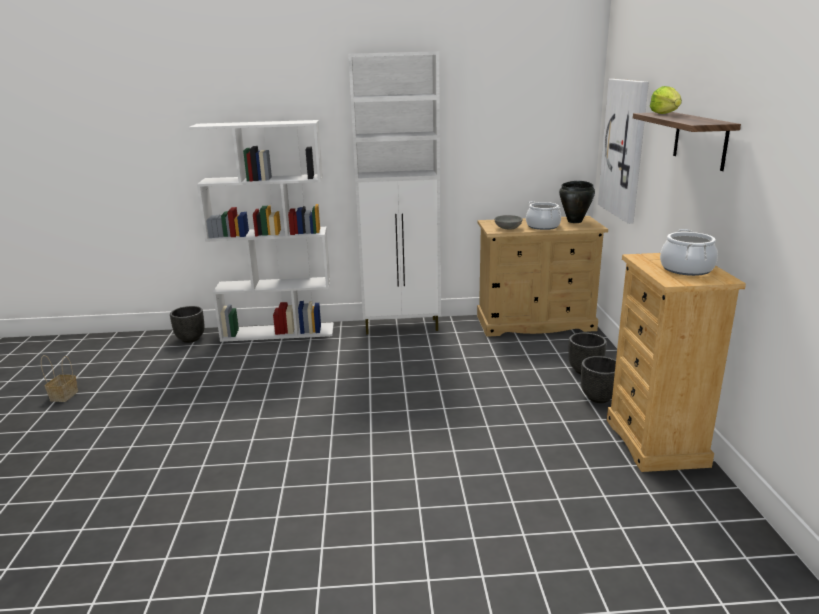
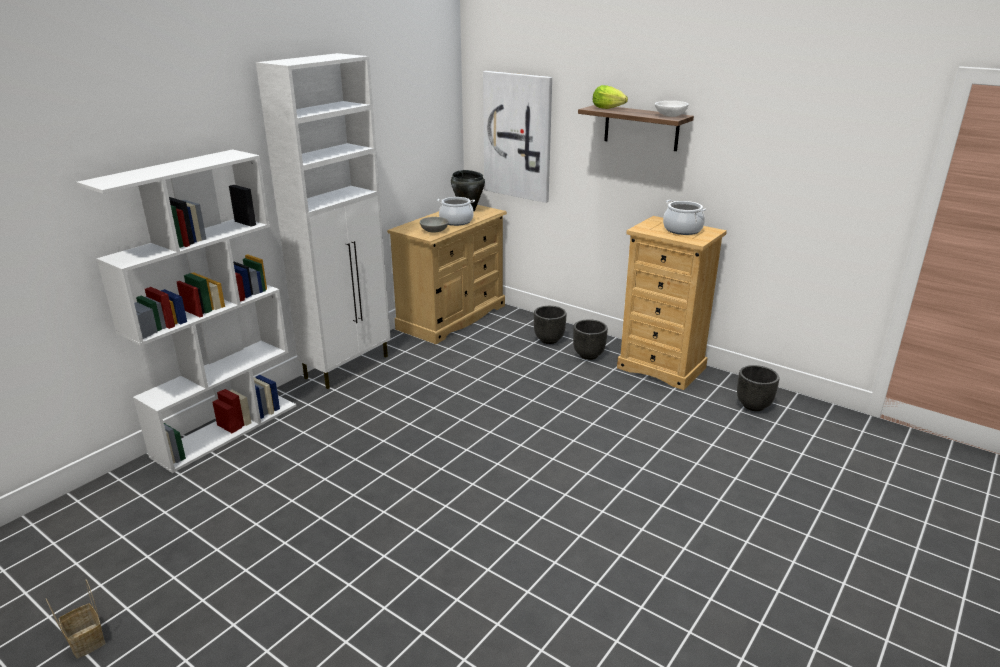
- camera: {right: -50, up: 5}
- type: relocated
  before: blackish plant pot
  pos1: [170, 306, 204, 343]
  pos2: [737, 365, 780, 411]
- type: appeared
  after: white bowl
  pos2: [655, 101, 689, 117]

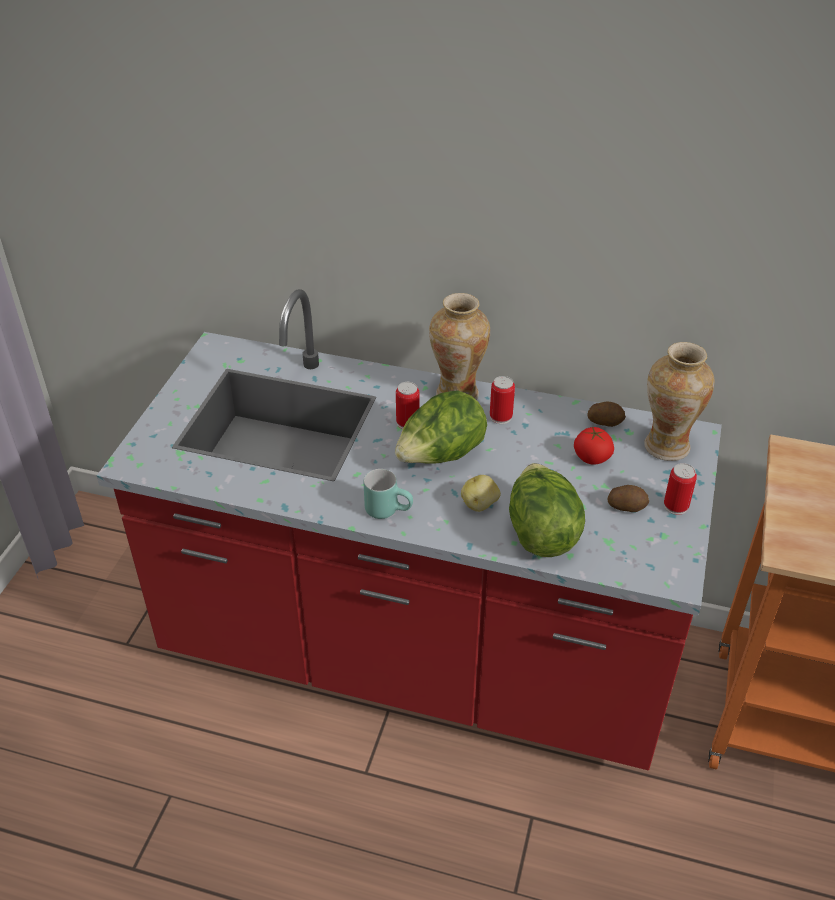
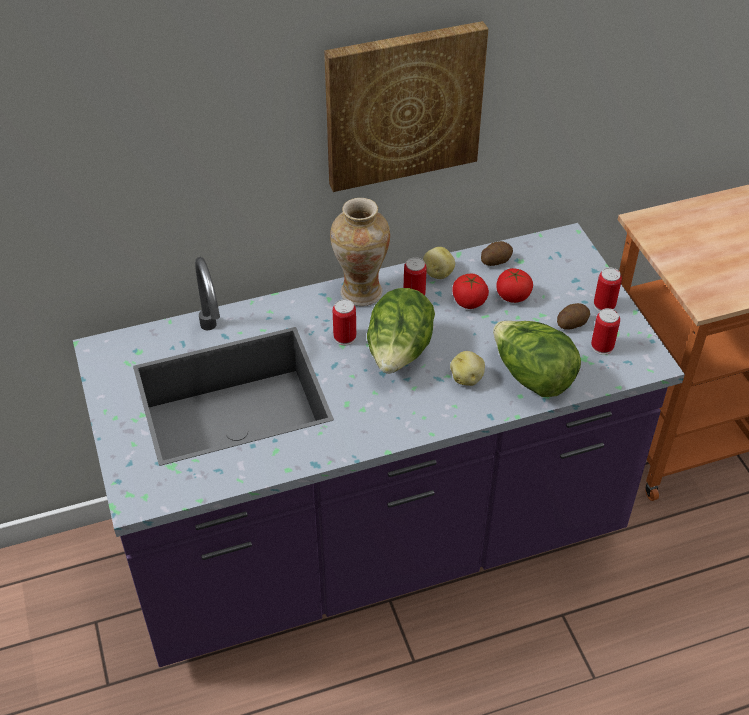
- camera: {right: -35, up: 5}
- type: colour
  before: red-coloured kitchen base unit
  after: purple-coloured kitchen base unit
  pos1: [97, 289, 722, 770]
  pos2: [73, 223, 685, 667]
- type: missing
  before: turquoise tea mug
  pos1: [364, 469, 413, 519]
- type: missing
  before: vase
  pos1: [644, 342, 715, 461]
- type: appeared
  after: picture
  pos2: [324, 21, 488, 192]
- type: appeared
  after: whole potato
  pos2: [423, 247, 455, 279]
- type: appeared
  after: tomato
  pos2: [452, 274, 489, 309]
- type: appeared
  after: metal can
  pos2: [591, 308, 620, 355]

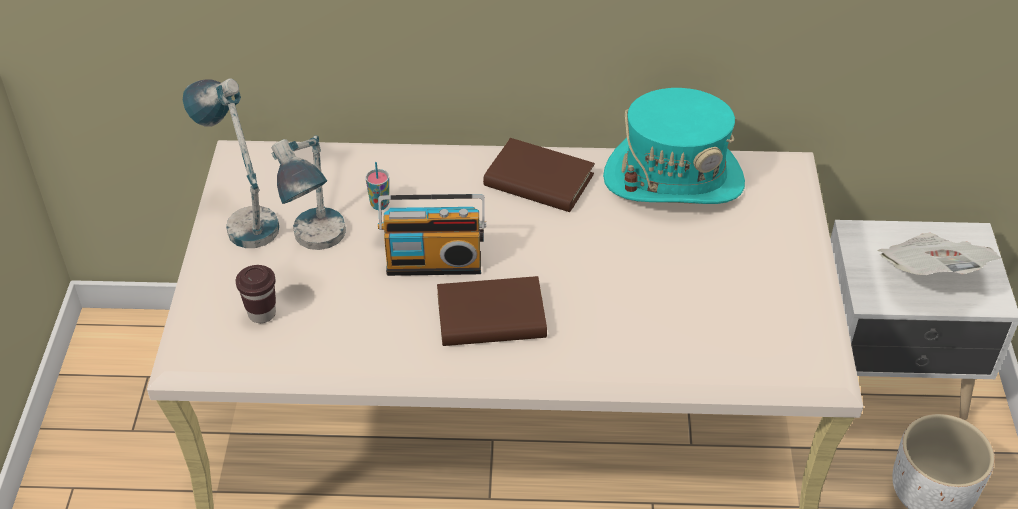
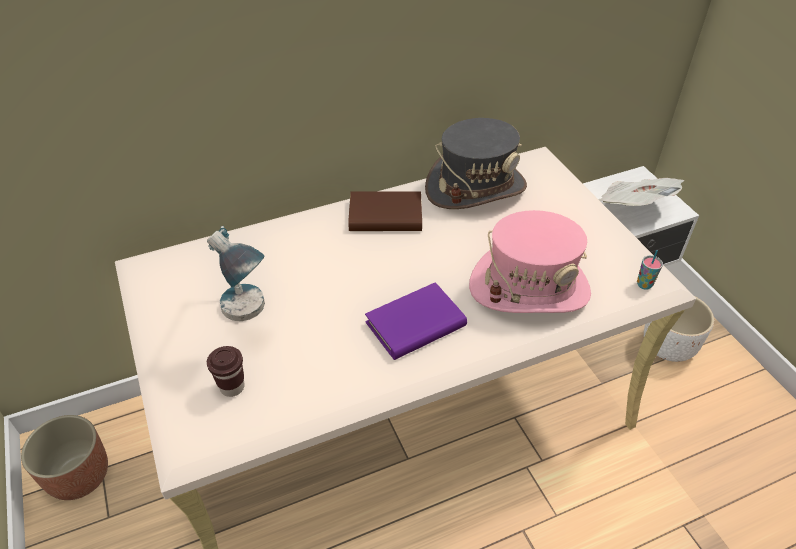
- camera: {right: -25, up: 0}
- type: missing
  before: lamp for a table
  pos1: [183, 79, 279, 248]
- type: relocated
  before: drinking cup
  pos1: [366, 162, 389, 210]
  pos2: [637, 250, 663, 290]
- type: missing
  before: radio
  pos1: [378, 194, 486, 276]
- type: colour
  before: brown bound book
  after: purple-coloured bound book
  pos1: [437, 276, 547, 346]
  pos2: [365, 282, 467, 360]
- type: colour
  before: turquoise wearable hat
  after: grey wearable hat
  pos1: [603, 88, 745, 204]
  pos2: [425, 118, 527, 209]
- type: appeared
  after: plant pot
  pos2: [21, 415, 108, 500]
- type: appeared
  after: pinkish wearable hat
  pos2: [469, 210, 591, 313]

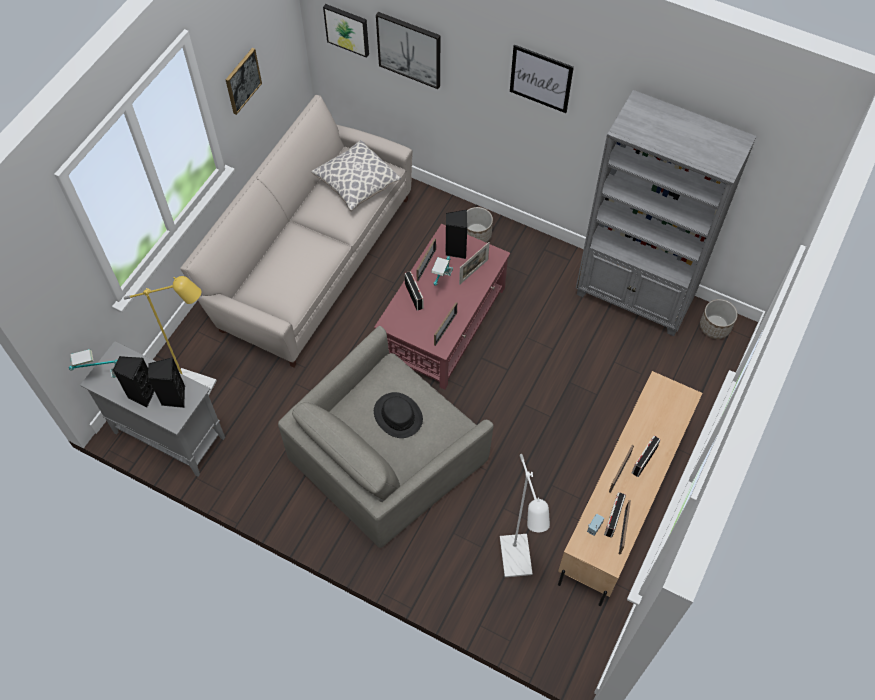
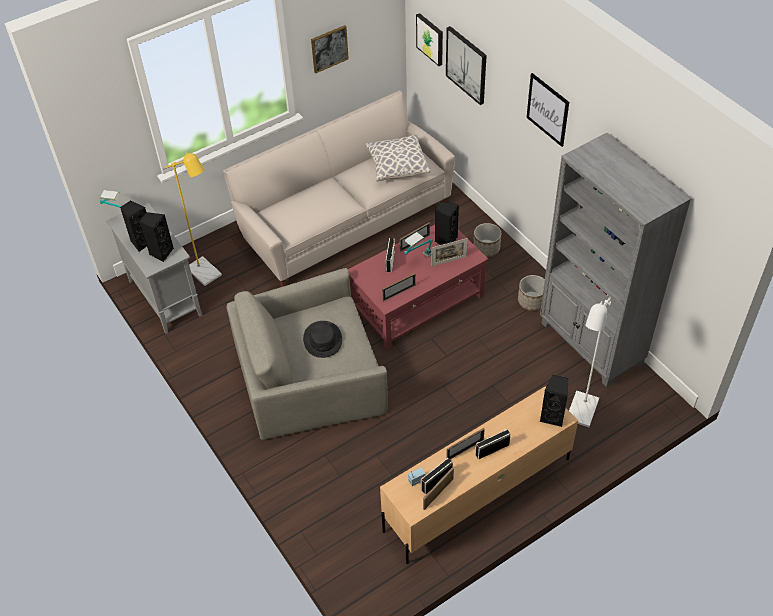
- camera: {right: 30, up: -10}
- type: relocated
  before: white standing lamp
  pos1: [500, 454, 550, 577]
  pos2: [569, 297, 612, 427]
- type: relocated
  before: plant pot
  pos1: [700, 299, 738, 339]
  pos2: [518, 275, 545, 311]
- type: appeared
  after: blackish speaker
  pos2: [540, 375, 568, 427]

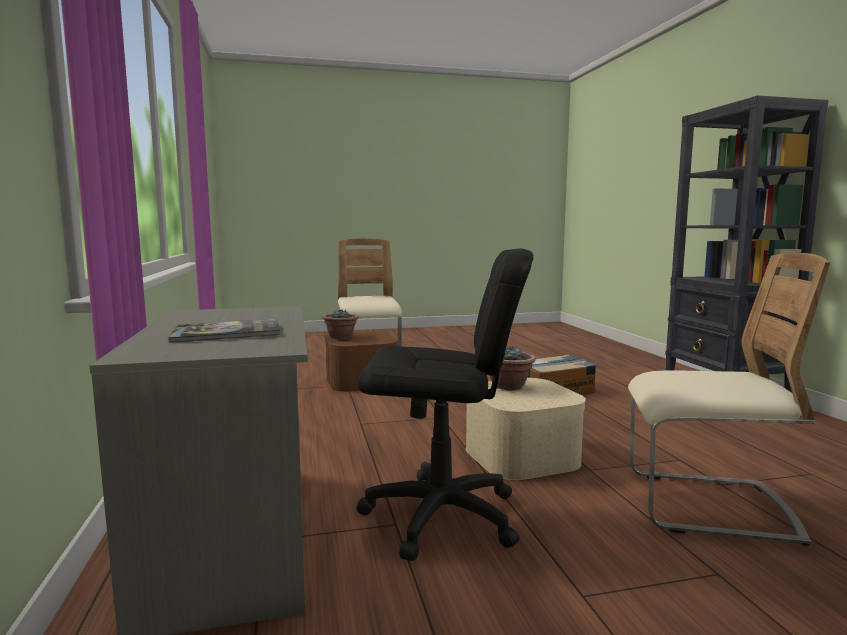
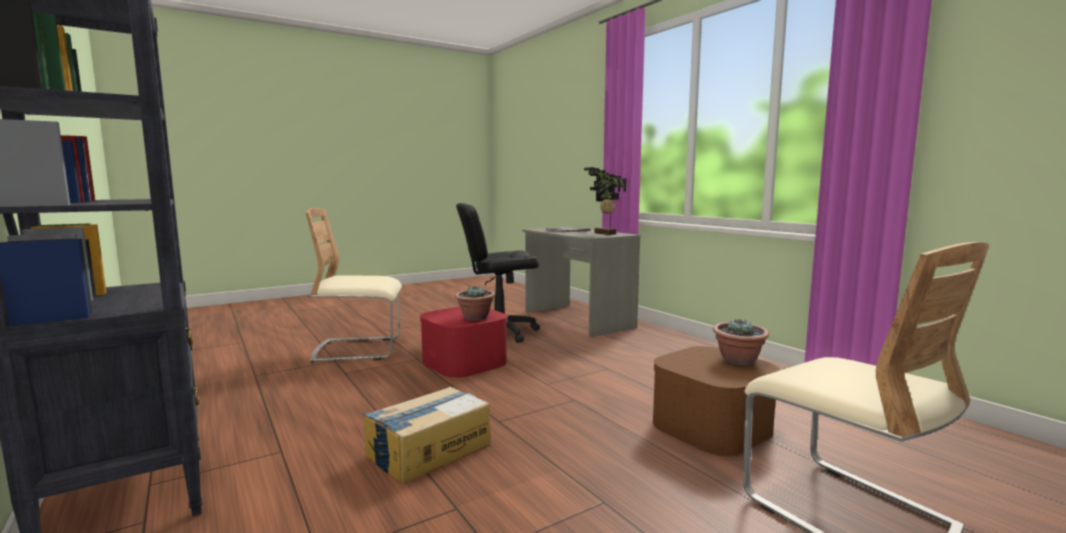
- camera: {right: 160, up: 0}
- type: colour
  before: beige storage container
  after: red-coloured storage container
  pos1: [466, 378, 586, 480]
  pos2: [420, 306, 507, 378]
- type: appeared
  after: potted plant
  pos2: [584, 167, 626, 235]

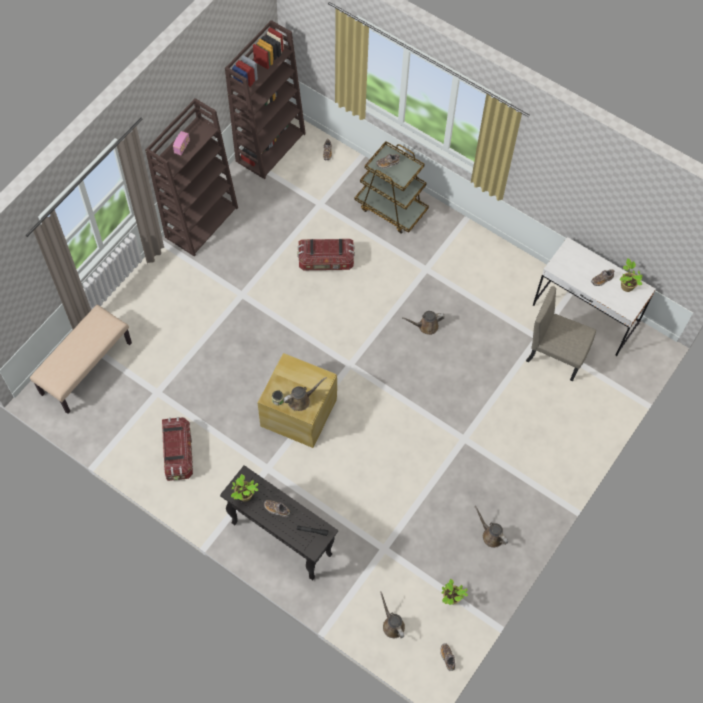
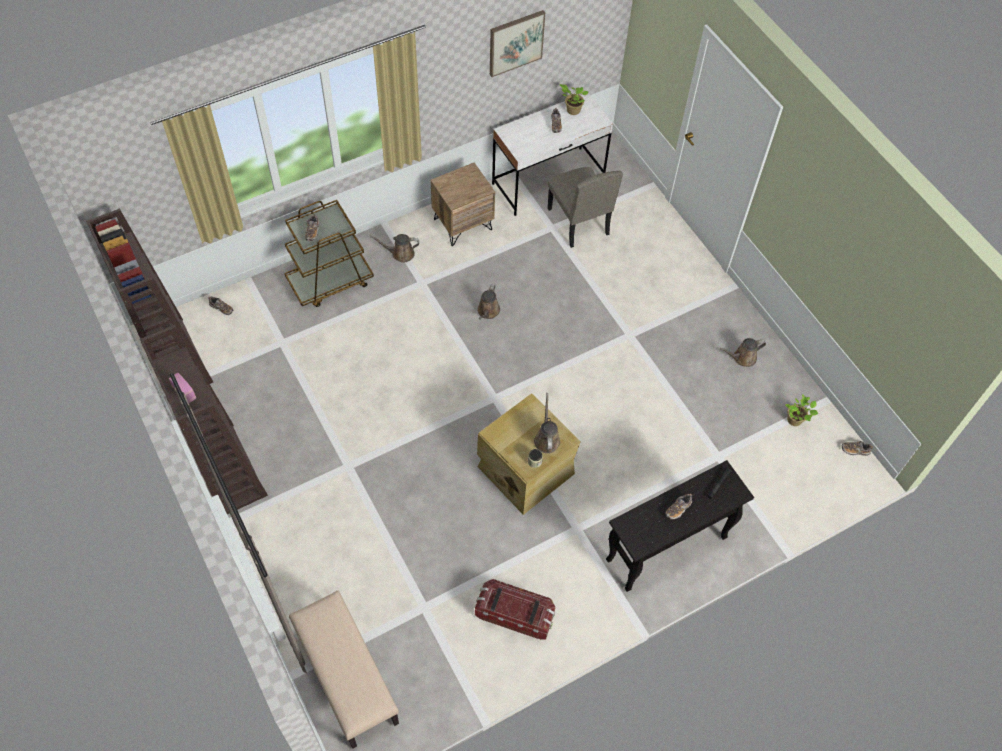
- camera: {right: -65, up: -5}
- type: missing
  before: potted plant
  pos1: [231, 474, 258, 502]
- type: missing
  before: storage container
  pos1: [297, 239, 355, 270]
- type: relocated
  before: brown sprinkling can
  pos1: [380, 592, 405, 638]
  pos2: [370, 234, 419, 262]
- type: spun
  before: beige plain chair
  pos1: [526, 286, 596, 381]
  pos2: [548, 167, 623, 248]
  turn: -75
- type: appeared
  after: brown nightstand
  pos2: [431, 163, 495, 246]
- type: appeared
  after: picture
  pos2: [490, 10, 545, 77]

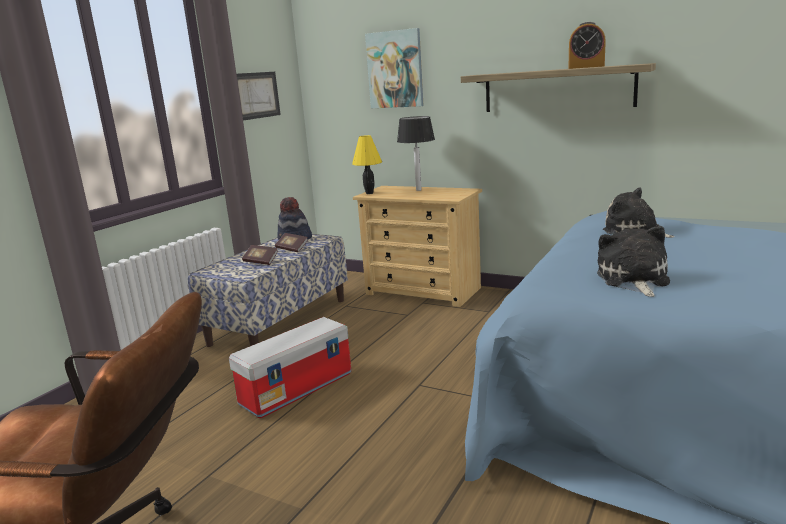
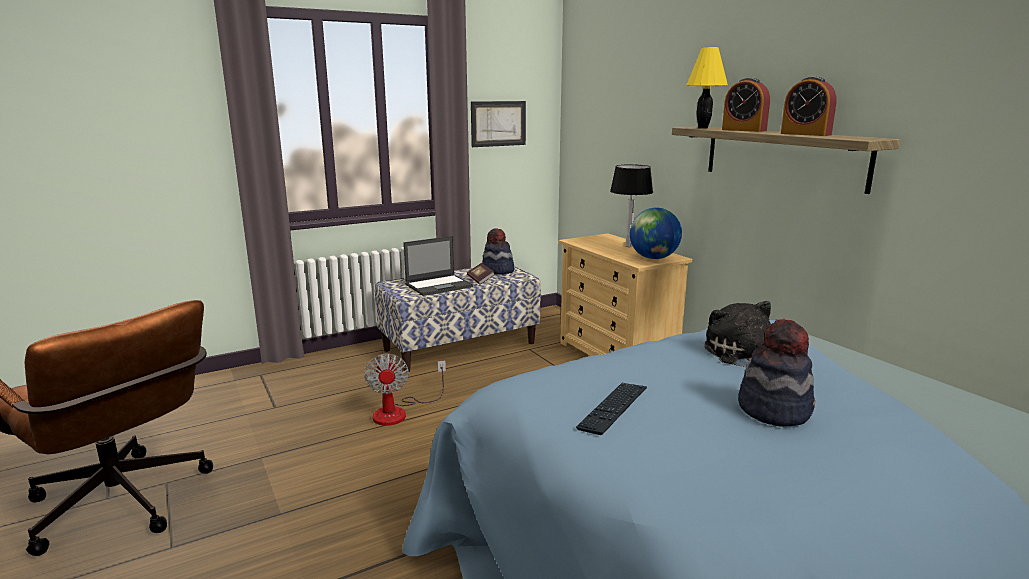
- camera: {right: 30, up: 0}
- type: exchanged
  before: storage container
  after: fan
  pos1: [229, 317, 351, 418]
  pos2: [364, 353, 446, 426]
- type: exchanged
  before: bound book
  after: notebook computer
  pos1: [242, 245, 278, 265]
  pos2: [403, 236, 473, 296]
- type: relocated
  before: yellow lamp for a table
  pos1: [352, 135, 382, 194]
  pos2: [686, 47, 728, 128]
- type: missing
  before: picture
  pos1: [365, 28, 424, 108]
- type: exchanged
  before: cuddly toy
  after: PC keyboard
  pos1: [597, 226, 670, 297]
  pos2: [576, 382, 647, 435]
- type: appeared
  after: desk globe
  pos2: [630, 208, 682, 259]
- type: appeared
  after: table clock
  pos2: [722, 78, 770, 132]
- type: appeared
  after: wearable hat
  pos2: [738, 319, 815, 427]

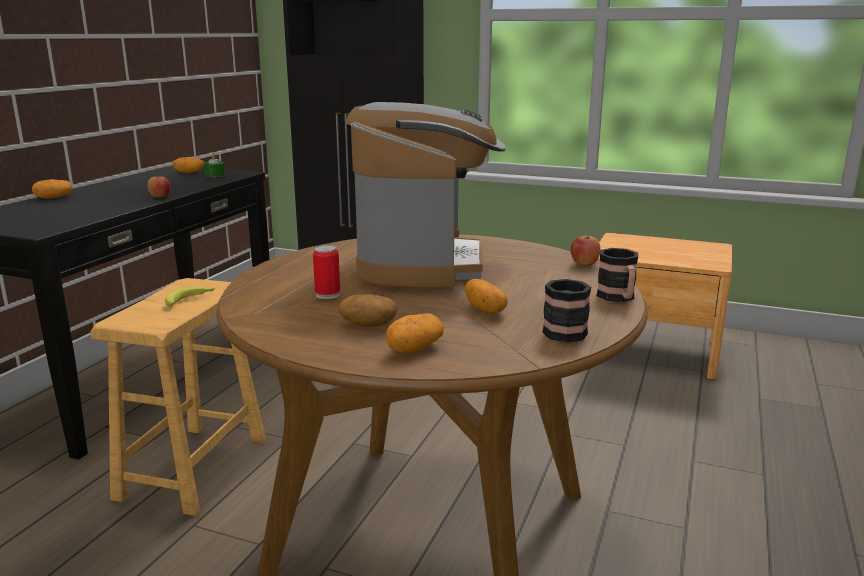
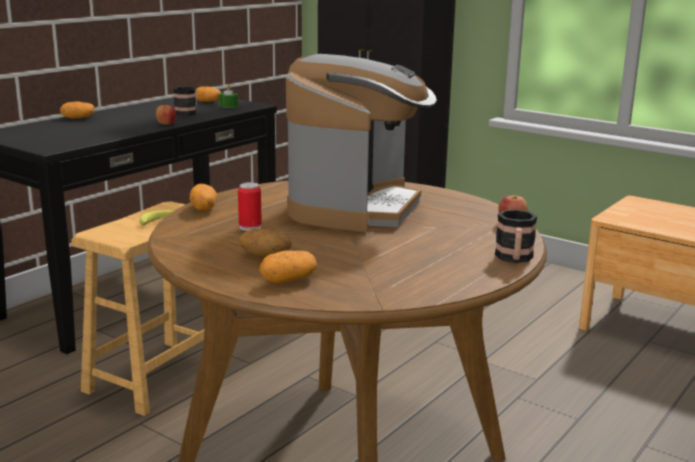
- camera: {right: 15, up: 0}
- type: relocated
  before: whole potato
  pos1: [465, 279, 508, 313]
  pos2: [190, 184, 217, 211]
- type: relocated
  before: tea mug
  pos1: [542, 278, 591, 342]
  pos2: [173, 87, 197, 115]

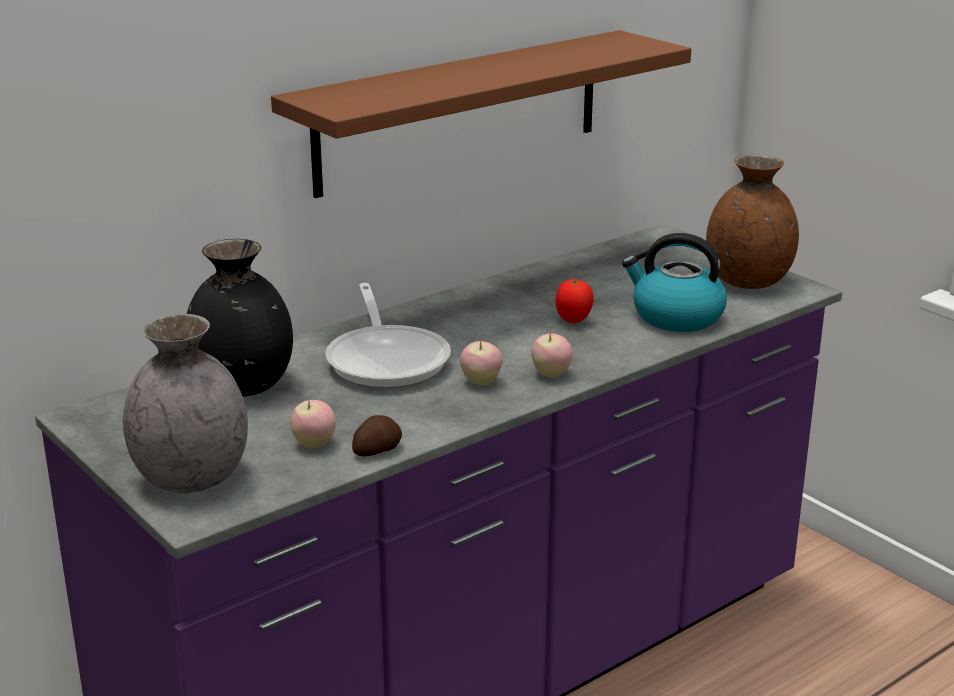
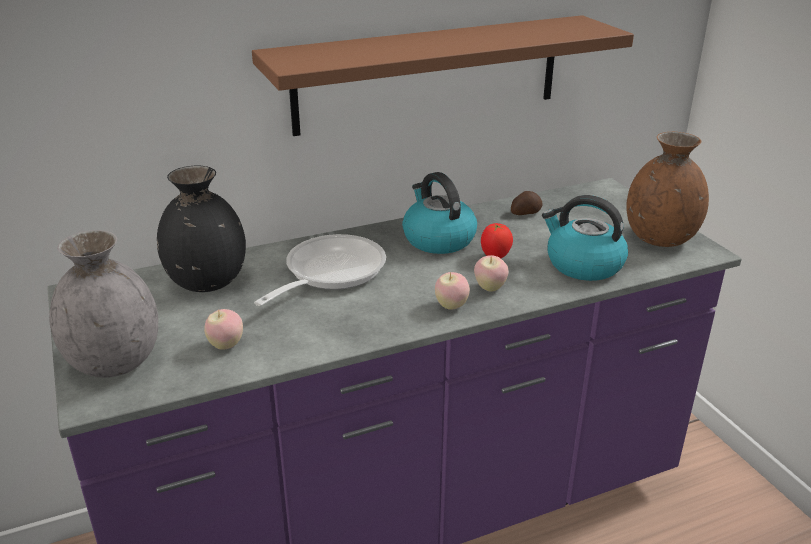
- camera: {right: 15, up: 5}
- type: spun
  before: frying pan
  pos1: [325, 283, 451, 388]
  pos2: [254, 234, 386, 306]
  turn: -150
- type: relocated
  before: whole potato
  pos1: [352, 415, 402, 456]
  pos2: [511, 191, 543, 215]
- type: relocated
  before: whole apple
  pos1: [460, 339, 503, 386]
  pos2: [474, 255, 509, 292]
- type: appeared
  after: kettle
  pos2: [402, 172, 477, 254]

